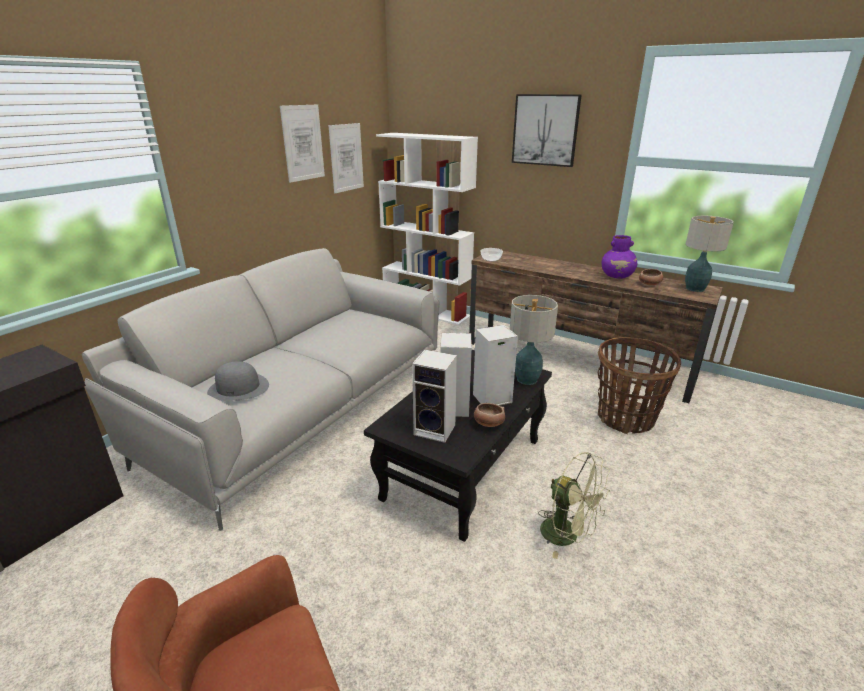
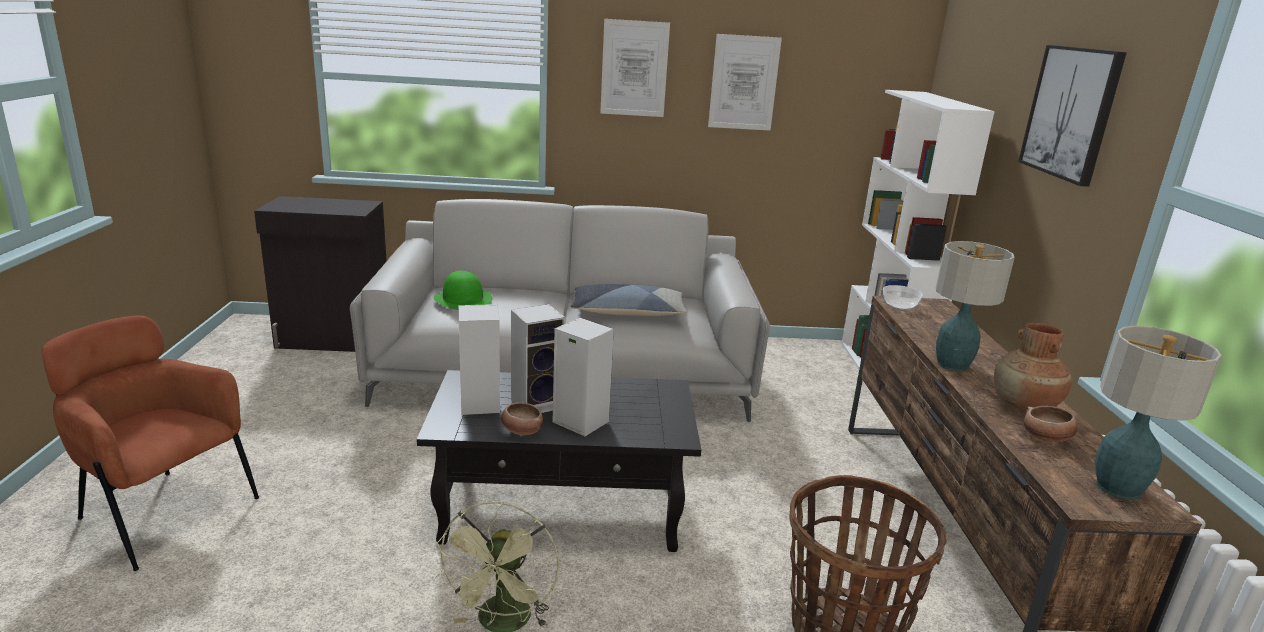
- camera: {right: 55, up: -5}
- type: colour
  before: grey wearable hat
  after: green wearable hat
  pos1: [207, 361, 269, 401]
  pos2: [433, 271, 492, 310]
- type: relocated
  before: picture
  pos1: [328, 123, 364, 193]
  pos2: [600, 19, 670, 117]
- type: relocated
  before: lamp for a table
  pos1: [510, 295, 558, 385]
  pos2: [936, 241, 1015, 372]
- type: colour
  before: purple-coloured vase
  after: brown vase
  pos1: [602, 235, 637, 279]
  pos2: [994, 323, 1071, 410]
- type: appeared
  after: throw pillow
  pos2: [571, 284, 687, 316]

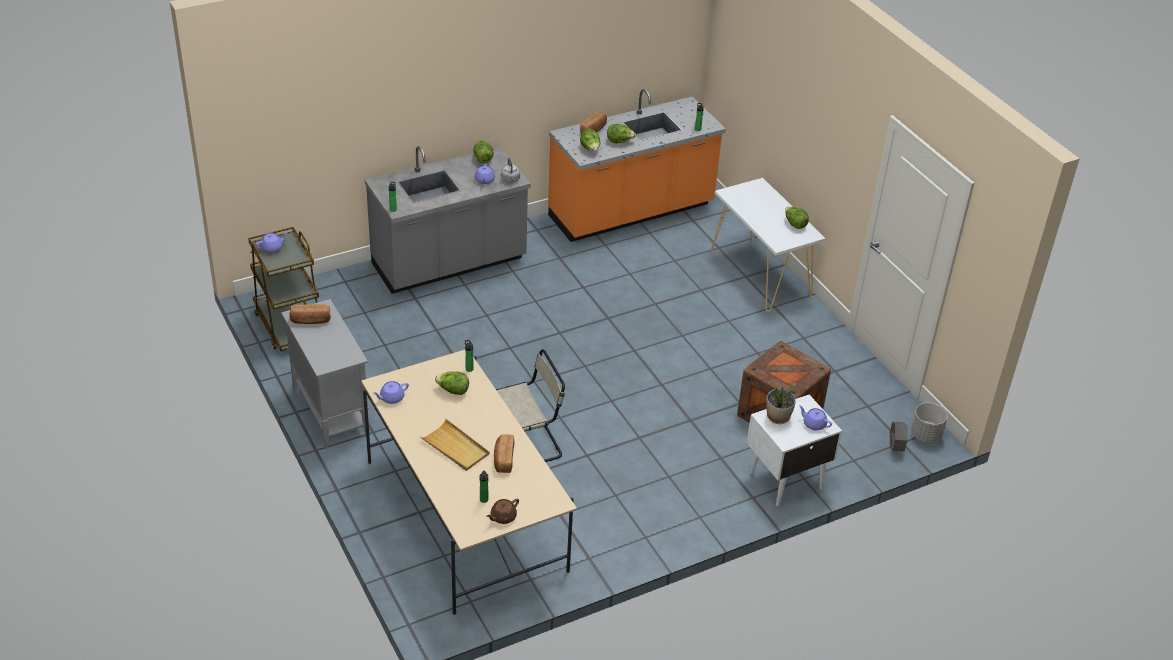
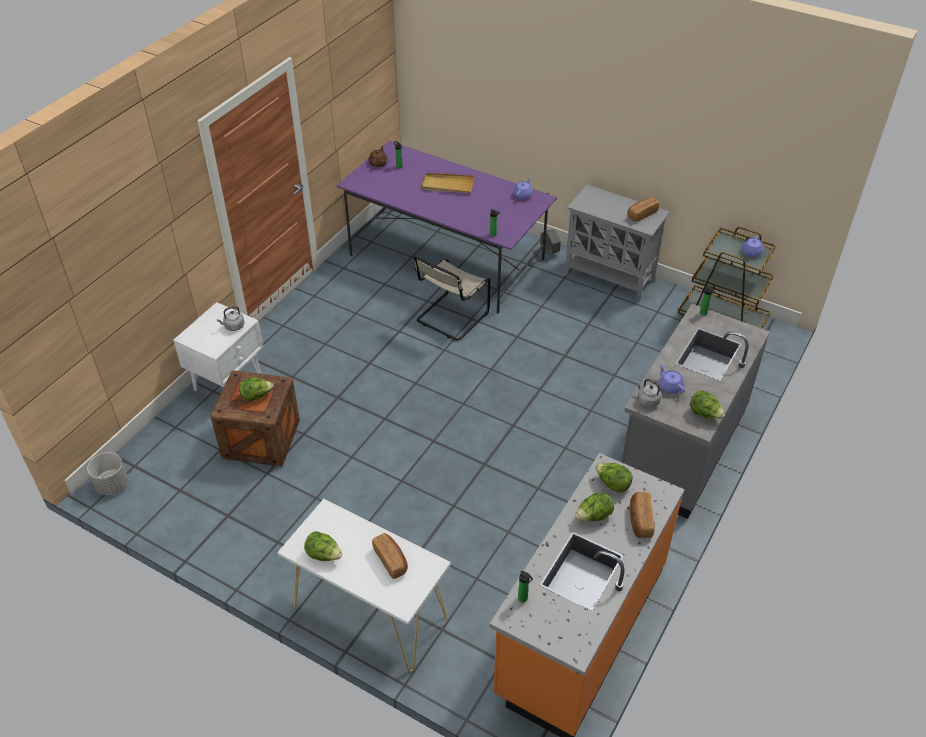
- camera: {right: 150, up: 5}
- type: colour
  before: beige kitchen table
  after: purple-coloured kitchen table
  pos1: [361, 350, 577, 615]
  pos2: [337, 141, 557, 313]
- type: relocated
  before: lettuce head
  pos1: [435, 371, 469, 395]
  pos2: [239, 377, 274, 401]
- type: relocated
  before: baked bread
  pos1: [494, 434, 514, 473]
  pos2: [372, 533, 408, 579]
- type: exchanged
  before: potted plant
  after: grey kettle
  pos1: [766, 383, 797, 424]
  pos2: [216, 306, 245, 331]
- type: missing
  before: purple-coloured pot for tea
  pos1: [799, 405, 832, 430]
- type: relocated
  before: grey plant pot
  pos1: [890, 422, 907, 451]
  pos2: [540, 230, 561, 254]

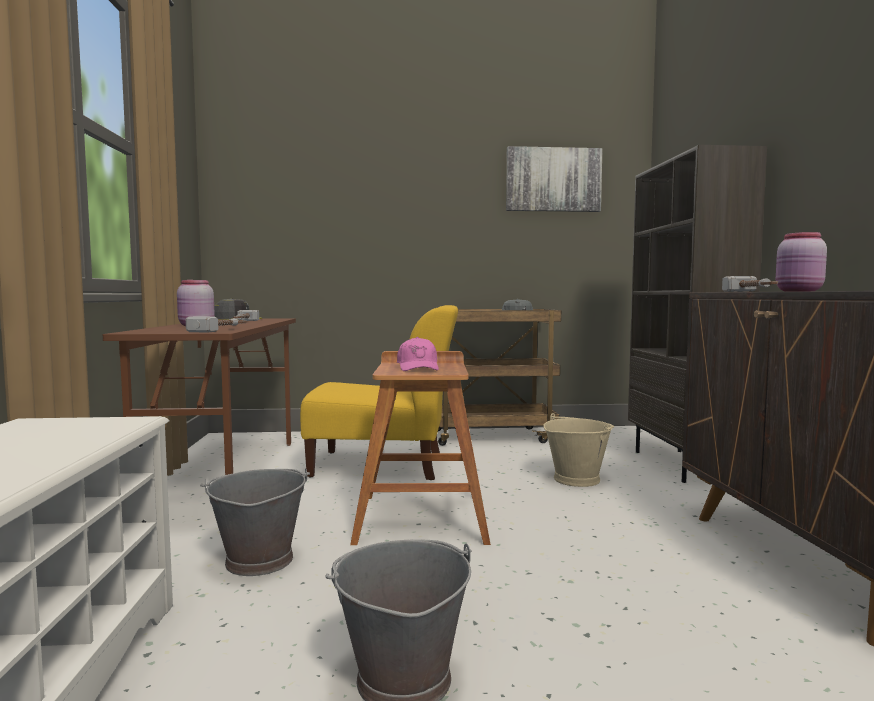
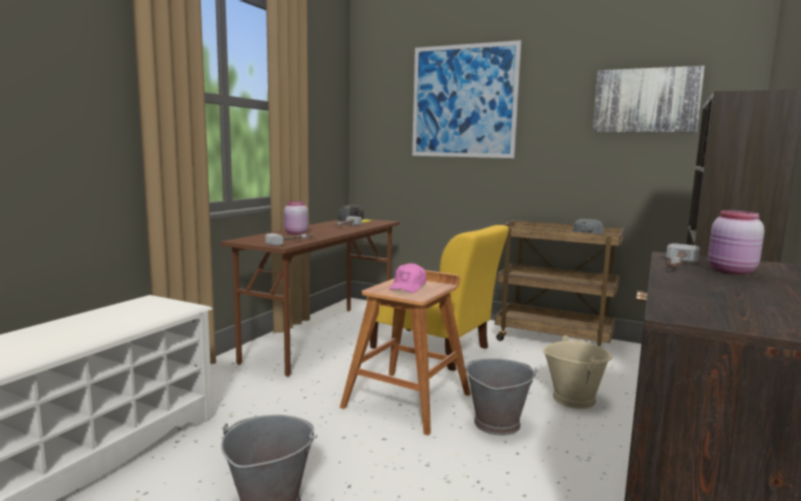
- camera: {right: 30, up: 5}
- type: relocated
  before: grey bucket
  pos1: [200, 468, 310, 576]
  pos2: [463, 358, 538, 436]
- type: appeared
  after: picture
  pos2: [412, 40, 521, 158]

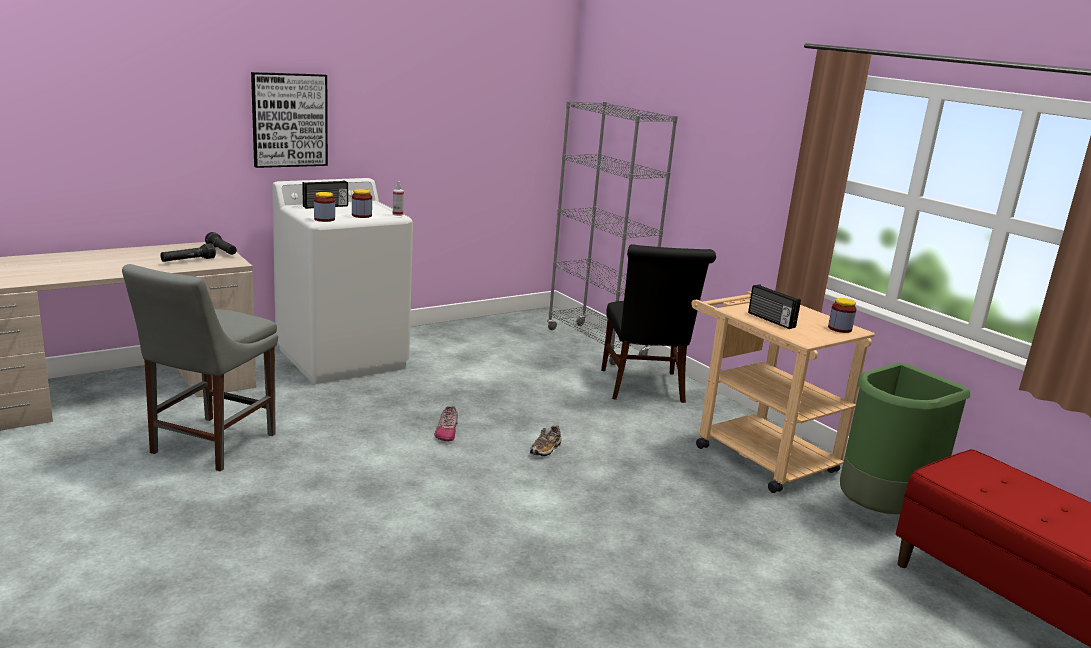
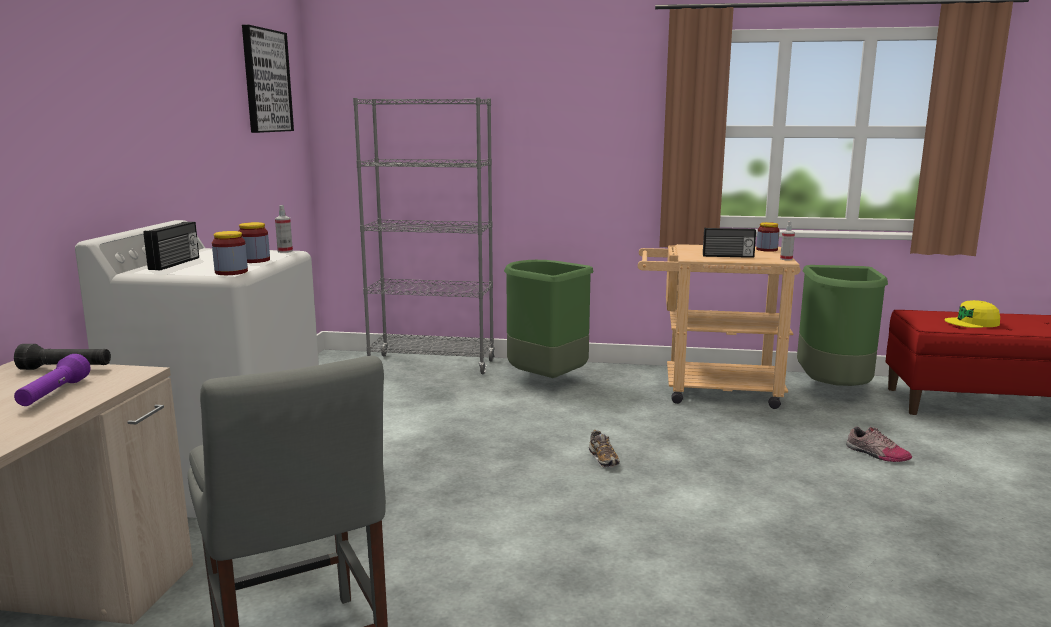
- camera: {right: -45, up: -5}
- type: colour
  before: blackish flashlight
  after: purple-coloured flashlight
  pos1: [161, 243, 216, 262]
  pos2: [14, 354, 90, 406]
- type: relocated
  before: picture
  pos1: [251, 72, 328, 168]
  pos2: [242, 25, 294, 133]
- type: relocated
  before: item of footwear
  pos1: [434, 406, 458, 441]
  pos2: [846, 427, 912, 462]
- type: exchanged
  before: blackish plain chair
  after: green waste bin
  pos1: [601, 244, 716, 403]
  pos2: [504, 260, 593, 378]
- type: appeared
  after: spray bottle
  pos2: [780, 221, 795, 260]
- type: appeared
  after: yellow cap
  pos2: [944, 300, 1000, 328]

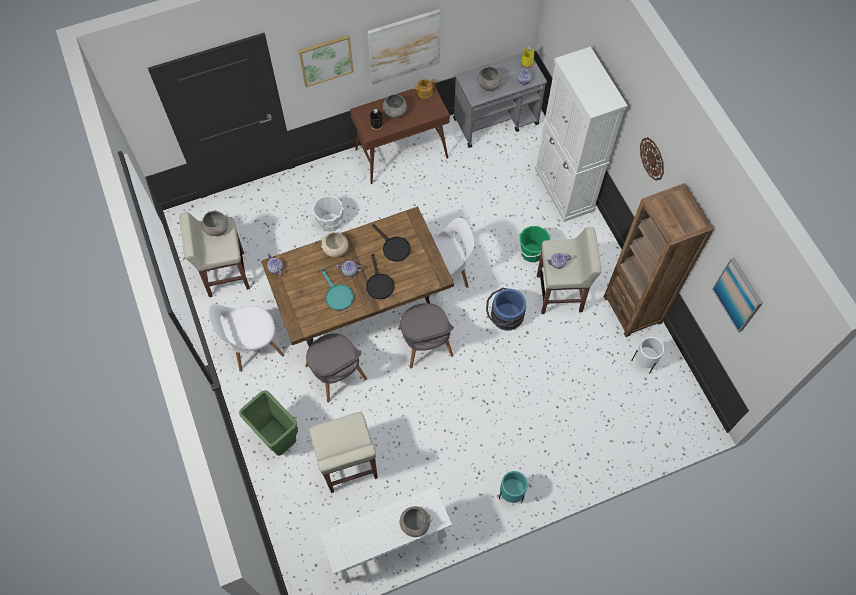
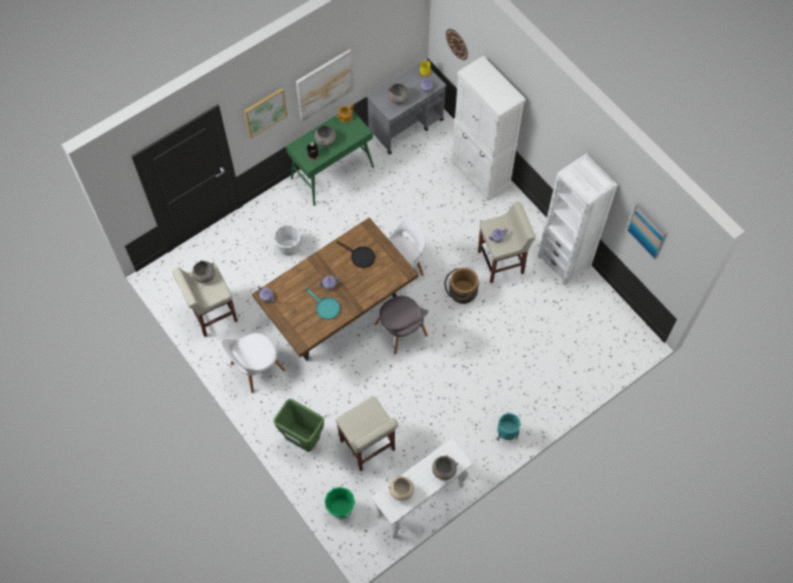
- camera: {right: -15, up: 0}
- type: missing
  before: grey plain chair
  pos1: [305, 333, 367, 402]
- type: relocated
  before: beige bowl
  pos1: [320, 232, 348, 258]
  pos2: [388, 476, 414, 501]
- type: colour
  before: brown narrow table
  after: green narrow table
  pos1: [350, 82, 450, 184]
  pos2: [286, 111, 374, 206]
- type: missing
  before: blackish frying pan
  pos1: [366, 253, 394, 299]
- type: colour
  before: blue bucket
  after: brown bucket
  pos1: [486, 288, 526, 331]
  pos2: [444, 268, 479, 304]
- type: relocated
  before: green bucket
  pos1: [518, 226, 550, 262]
  pos2: [325, 487, 355, 520]
- type: colour
  before: brown shelving unit
  after: white shelving unit
  pos1: [604, 183, 714, 337]
  pos2: [538, 153, 618, 286]
- type: missing
  before: white plant pot
  pos1: [631, 337, 664, 374]
- type: relocated
  before: clock on the wall
  pos1: [640, 137, 664, 181]
  pos2: [446, 29, 468, 60]

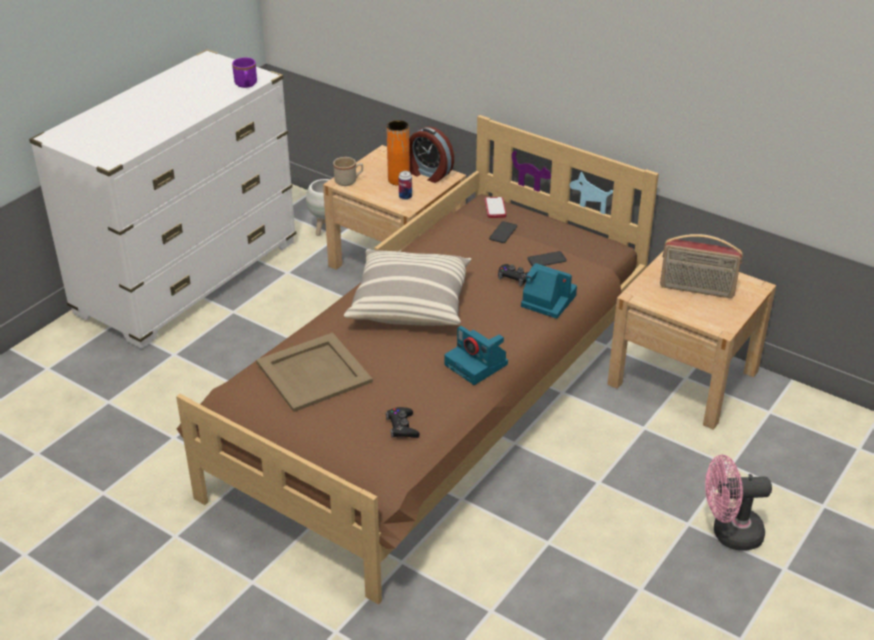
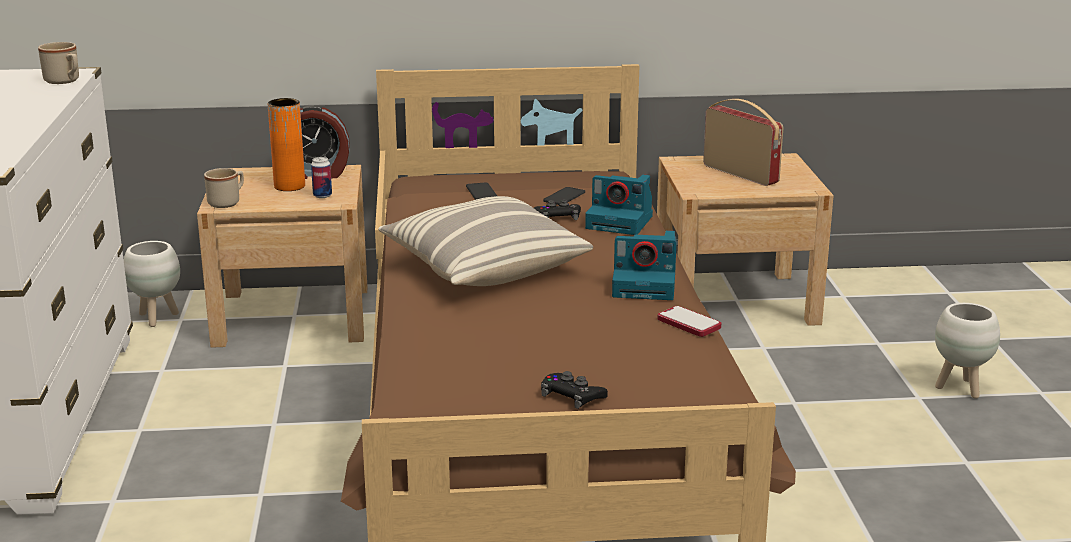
- camera: {right: -40, up: -15}
- type: colour
  before: purple-coloured tea mug
  after: beige tea mug
  pos1: [232, 57, 257, 88]
  pos2: [38, 42, 79, 84]
- type: missing
  before: beige carrying tray
  pos1: [256, 333, 373, 412]
- type: relocated
  before: blackish game controller
  pos1: [386, 407, 420, 438]
  pos2: [541, 371, 608, 409]
- type: relocated
  before: telephone
  pos1: [485, 197, 506, 218]
  pos2: [658, 306, 721, 337]
- type: spun
  before: still camera
  pos1: [521, 263, 577, 319]
  pos2: [585, 175, 653, 235]
  turn: -150
- type: spun
  before: radio
  pos1: [660, 234, 743, 298]
  pos2: [703, 99, 783, 186]
  turn: -105
- type: exchanged
  before: pinkish fan
  after: white plant pot
  pos1: [705, 455, 772, 551]
  pos2: [935, 303, 1000, 399]

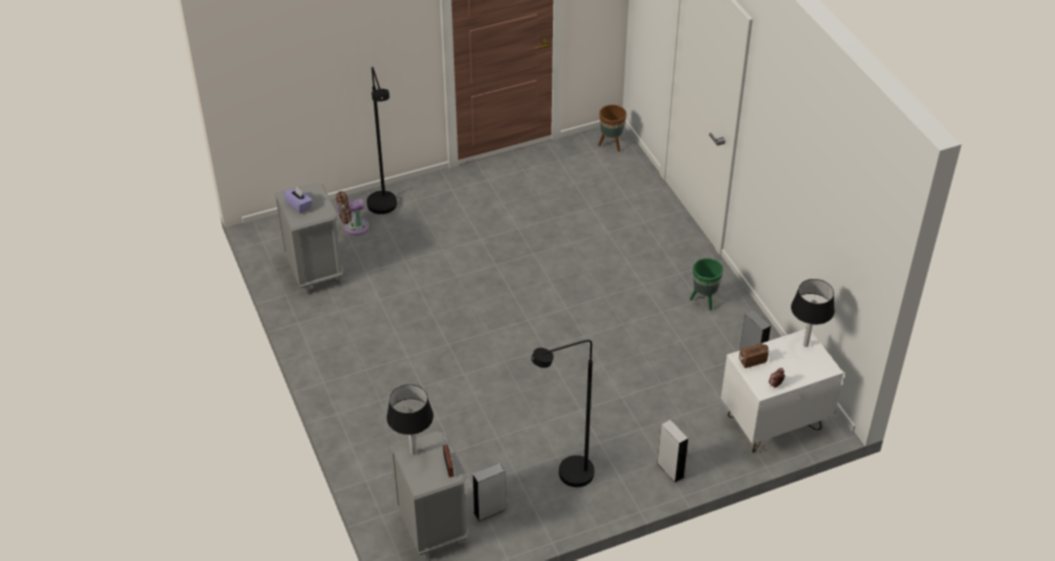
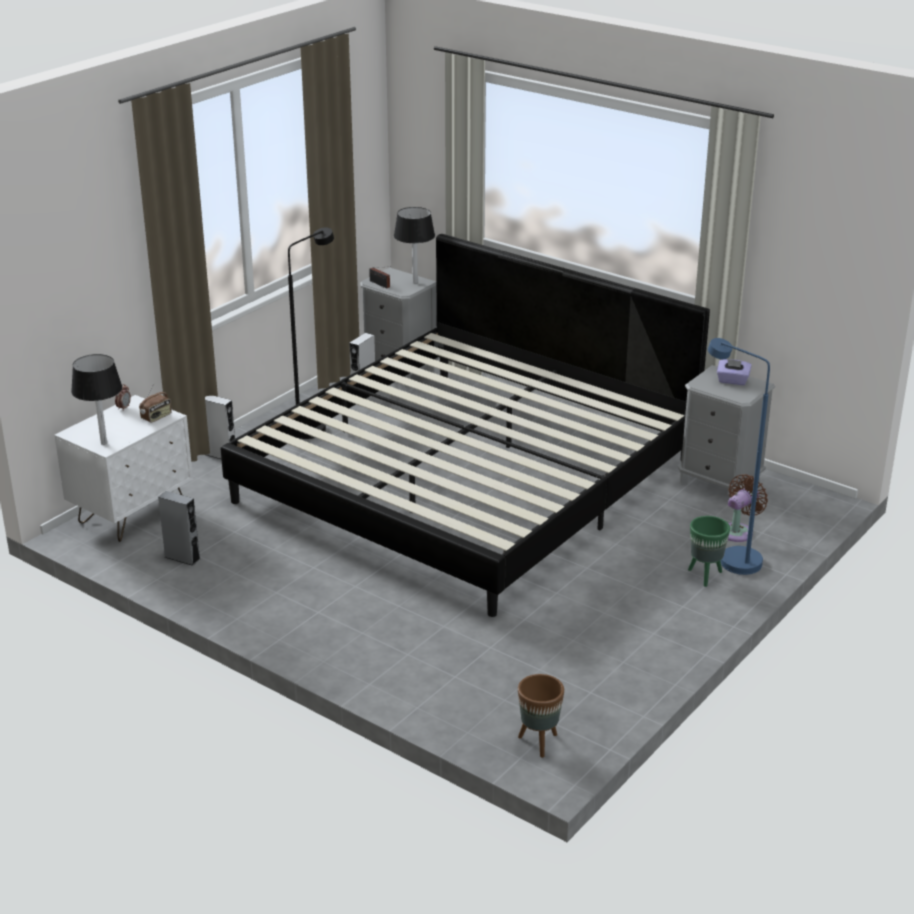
- camera: {right: 150, up: -15}
- type: colour
  before: blackish standing lamp
  after: blue standing lamp
  pos1: [367, 67, 397, 214]
  pos2: [708, 338, 770, 575]
- type: relocated
  before: green plant pot
  pos1: [690, 258, 723, 310]
  pos2: [688, 516, 730, 587]
- type: appeared
  after: bed
  pos2: [221, 234, 710, 617]

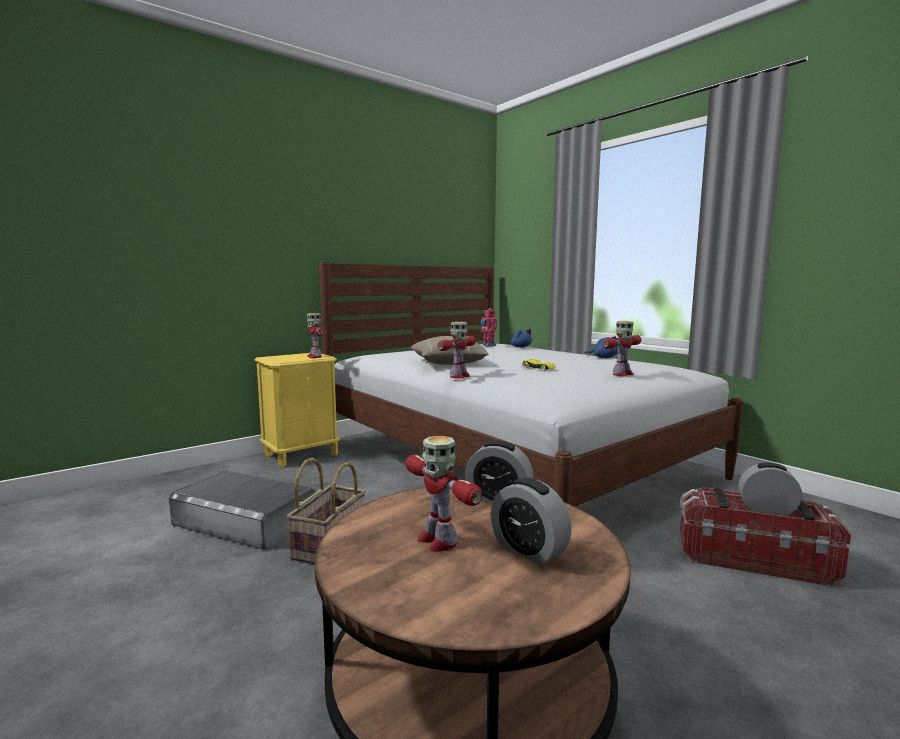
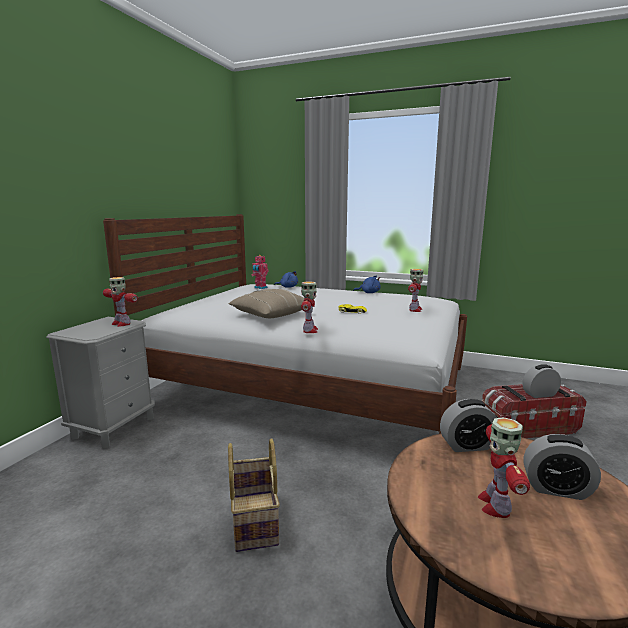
- camera: {right: -30, up: 5}
- type: missing
  before: grey storage container
  pos1: [169, 470, 316, 549]
- type: colour
  before: yellow nightstand
  after: grey nightstand
  pos1: [254, 353, 340, 467]
  pos2: [46, 317, 155, 449]
- type: spun
  before: model robot
  pos1: [405, 436, 483, 552]
  pos2: [478, 417, 530, 518]
  turn: 75

